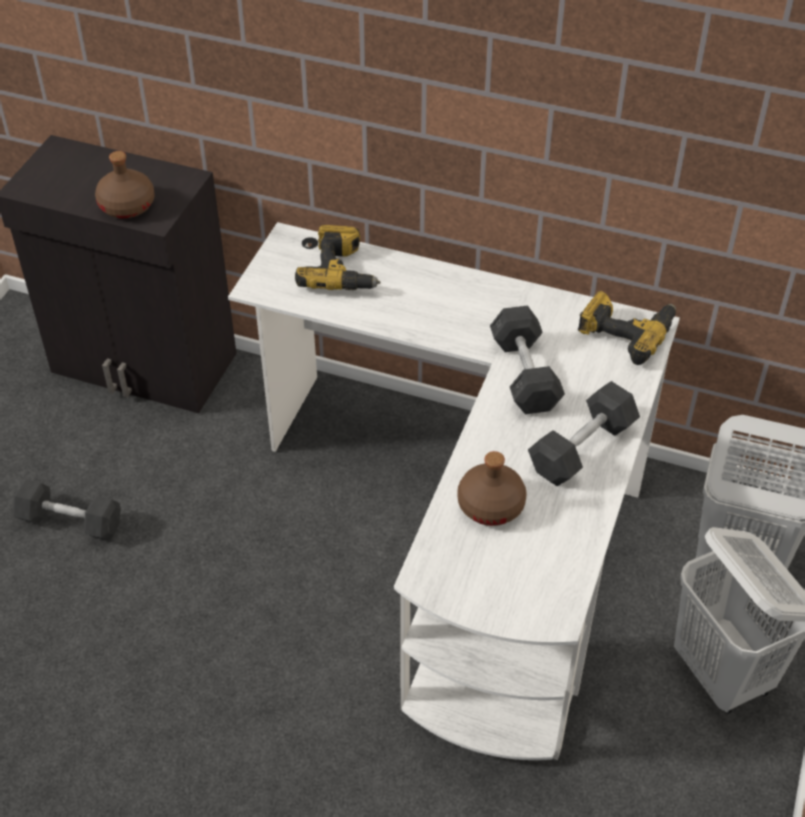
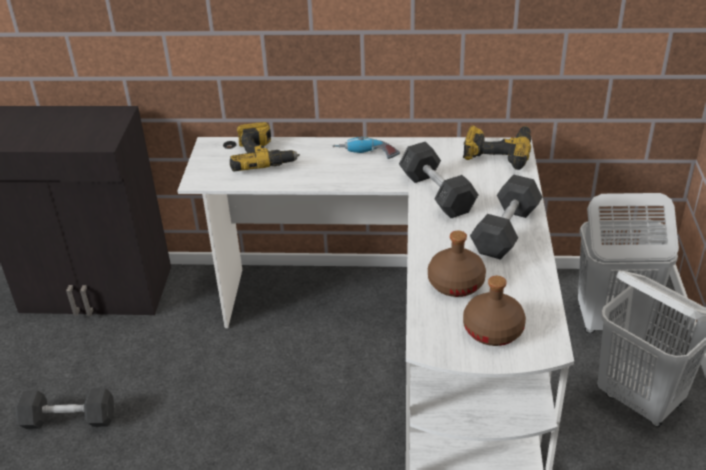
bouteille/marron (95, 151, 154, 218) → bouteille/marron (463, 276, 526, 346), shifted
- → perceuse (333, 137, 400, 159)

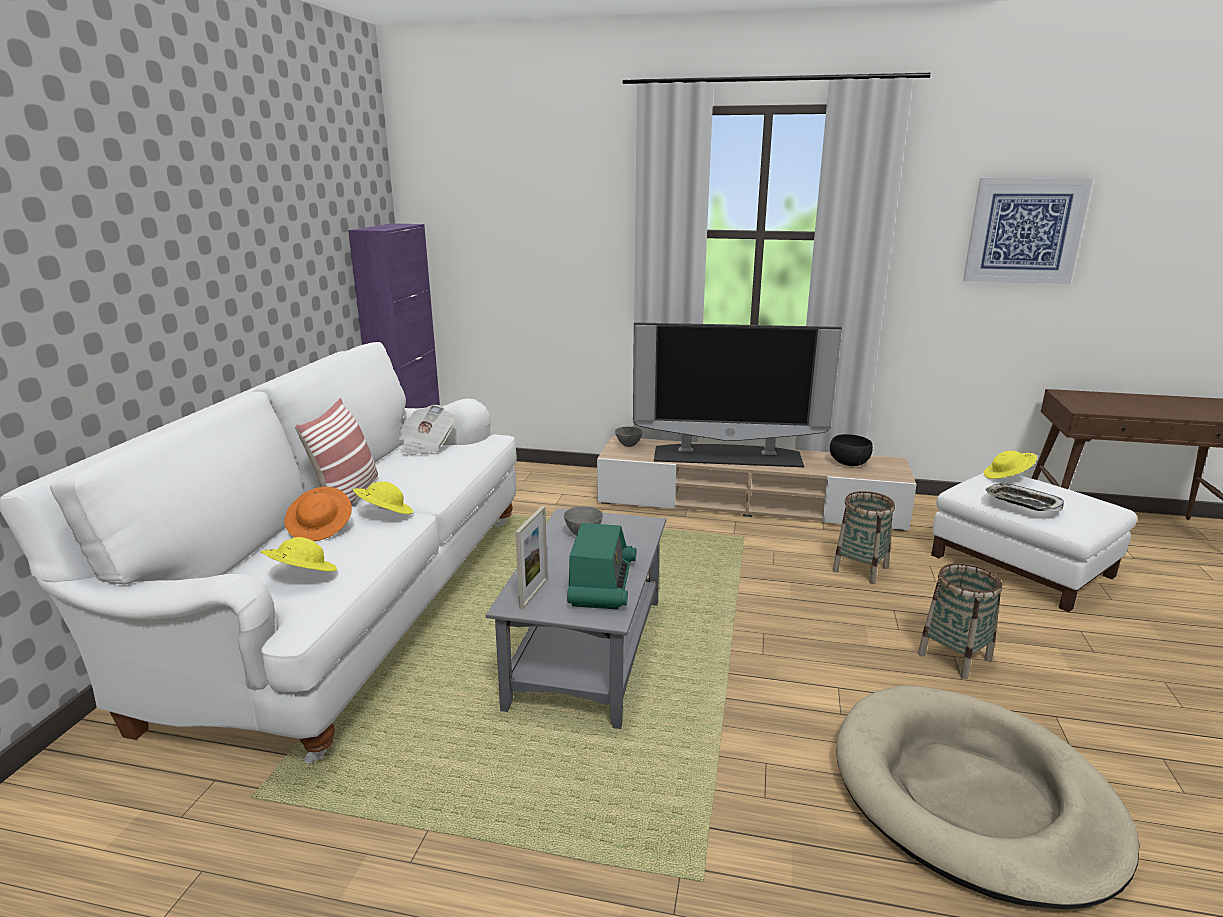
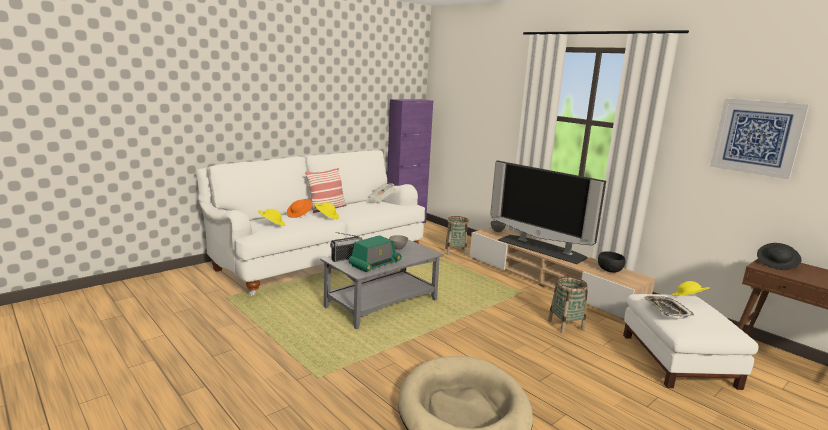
cadre photo (515, 506, 548, 610) → radio (330, 232, 363, 262)
panier (918, 563, 1002, 679) → panier (445, 216, 469, 256), shifted
- → chapeau/noir (757, 243, 802, 270)

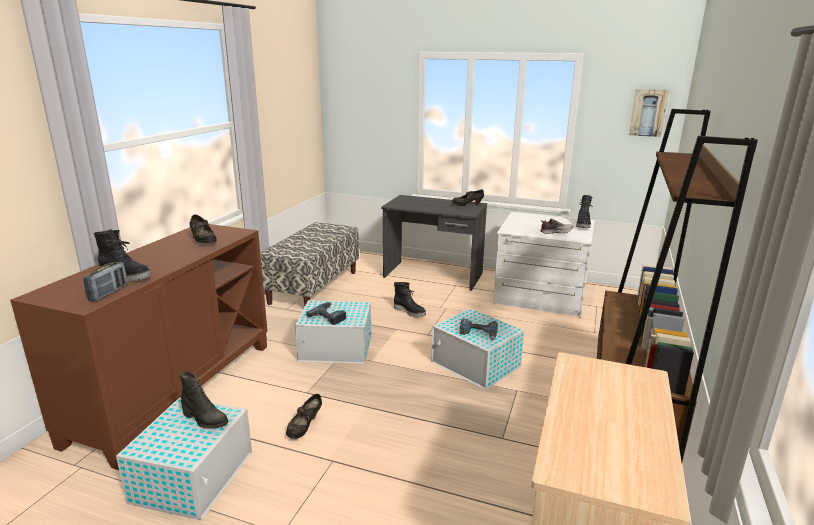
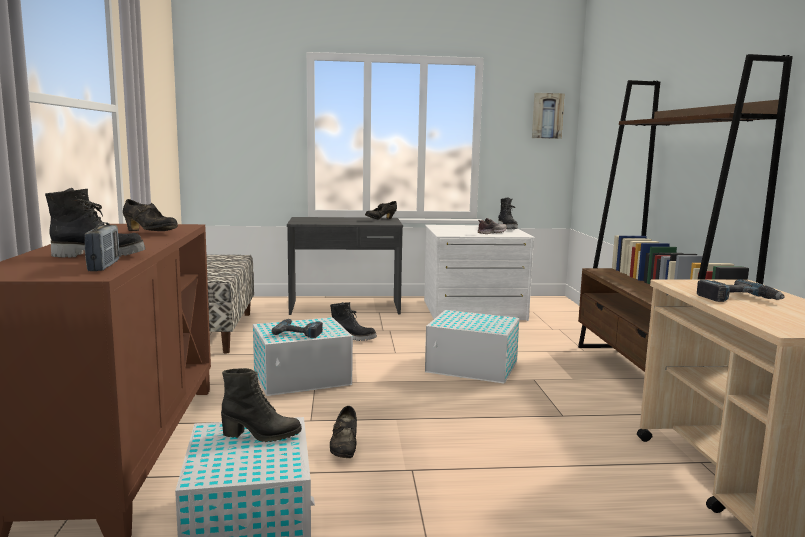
perceuse (460, 318, 498, 341) → perceuse (697, 279, 785, 302), shifted

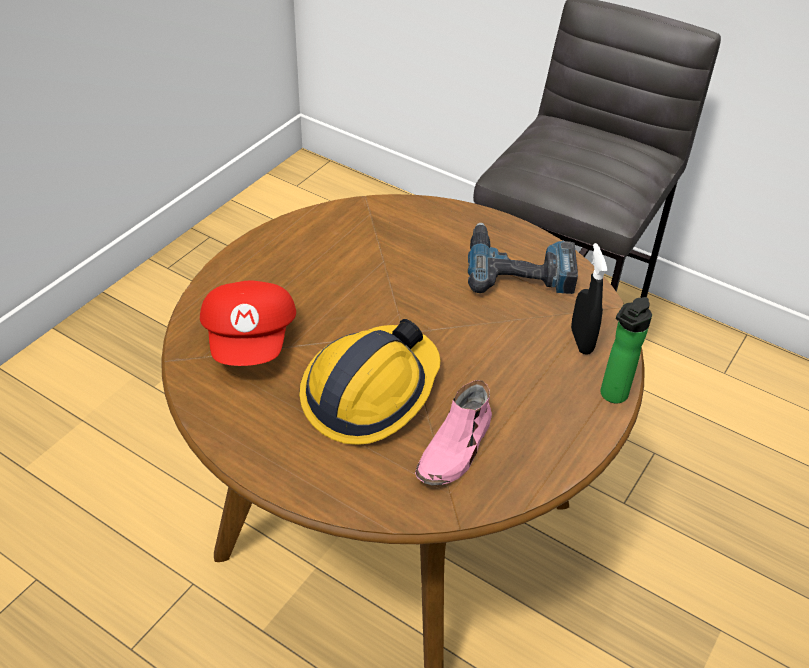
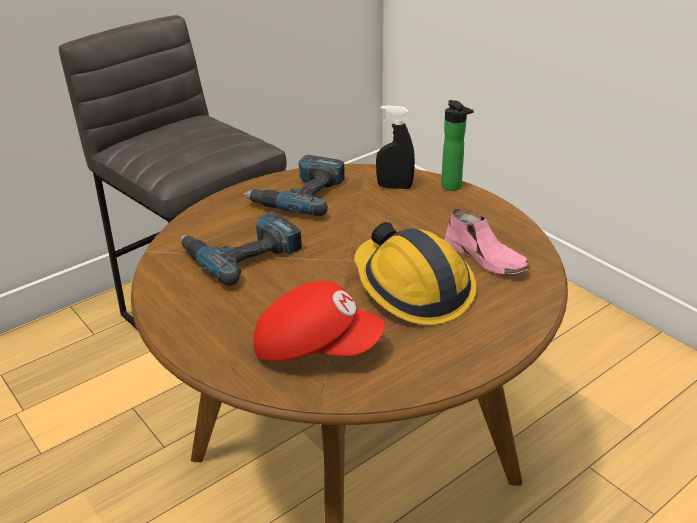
- → perceuse (180, 211, 302, 286)

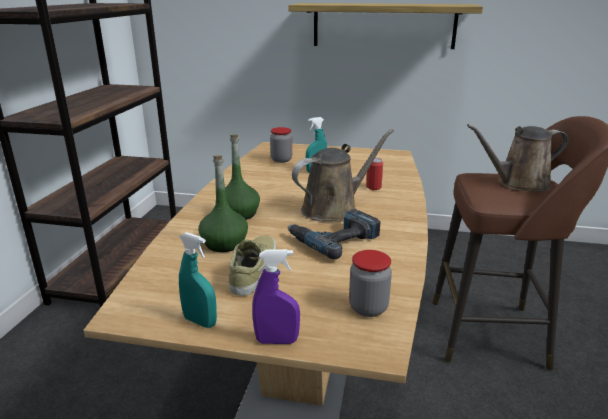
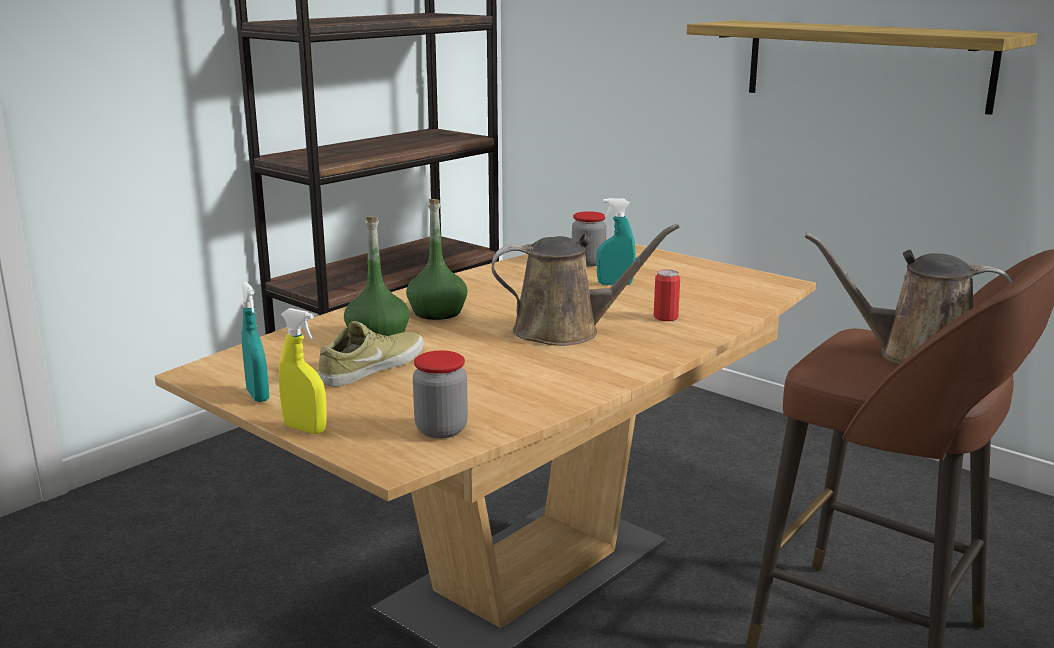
vaporisateur/violet (252, 249, 300, 344) → vaporisateur/jaune (279, 308, 327, 434)
perceuse (288, 209, 380, 259) → -

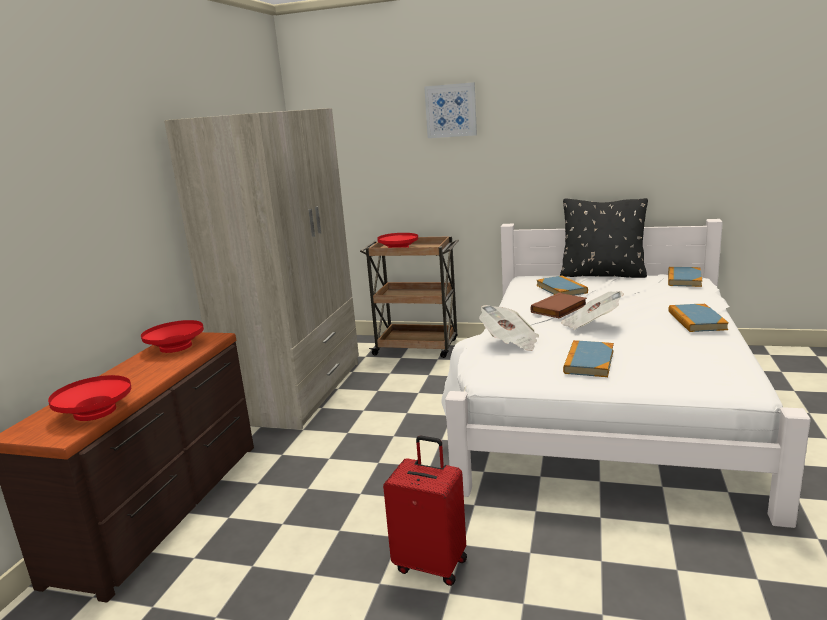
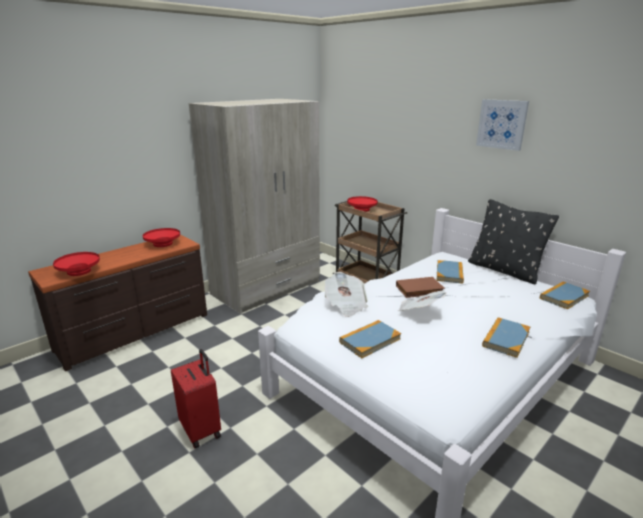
tableau (424, 82, 477, 138) → tableau (476, 99, 529, 151), shifted

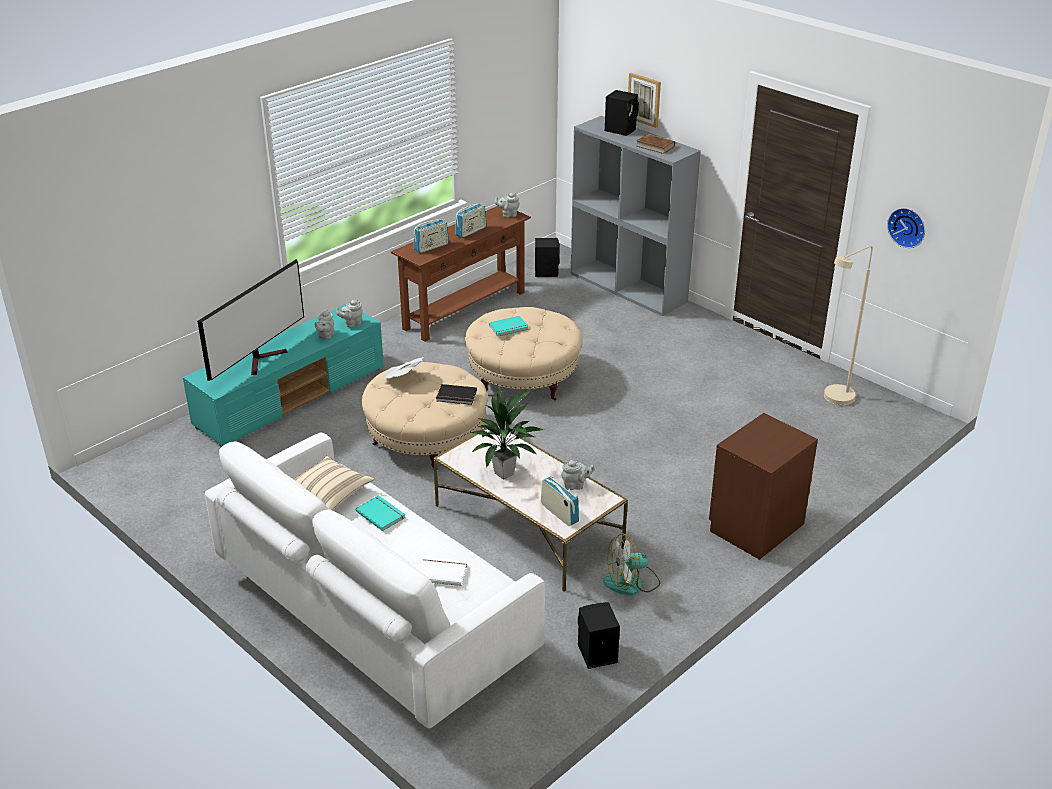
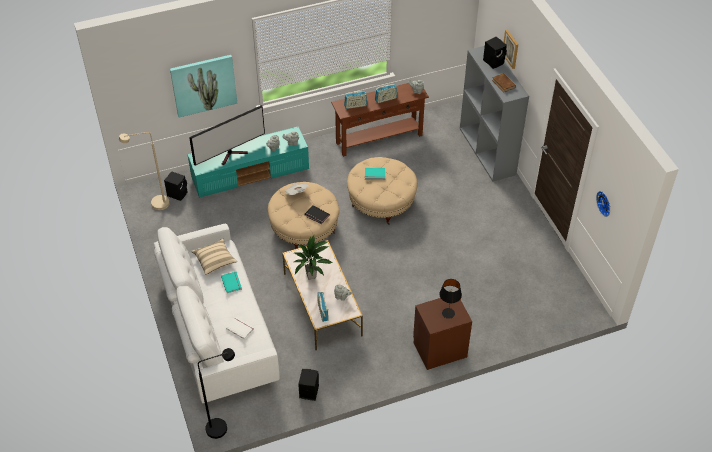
enceinte/noir (535, 238, 560, 277) → enceinte/noir (164, 171, 188, 201), shifted
ventilateur (603, 534, 660, 596) → -
lampadaire/beige (824, 246, 873, 406) → lampadaire/beige (119, 132, 170, 210), shifted
- → tableau (170, 55, 237, 118)
- → lampadaire/noir (198, 348, 235, 439)
- → lampe de table/noir (439, 279, 462, 319)

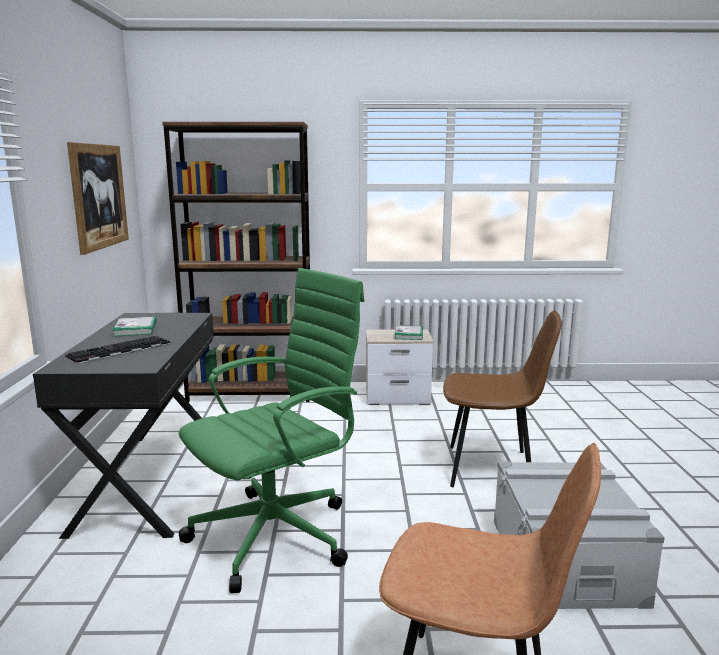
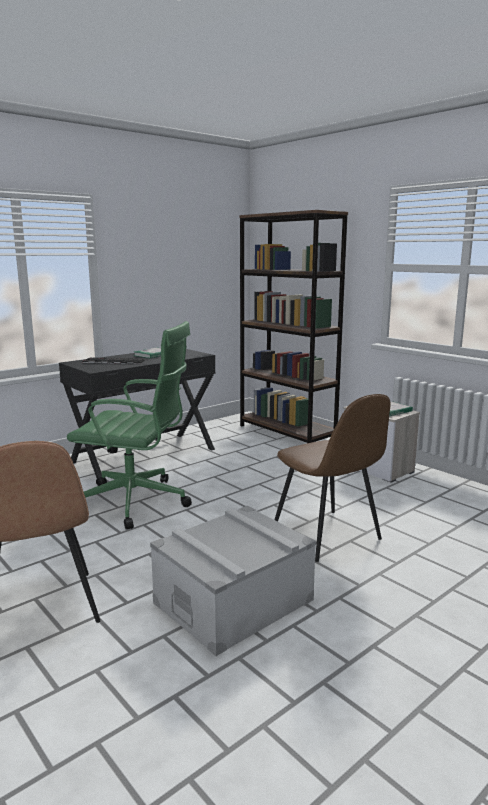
tableau (67, 142, 129, 255) → -

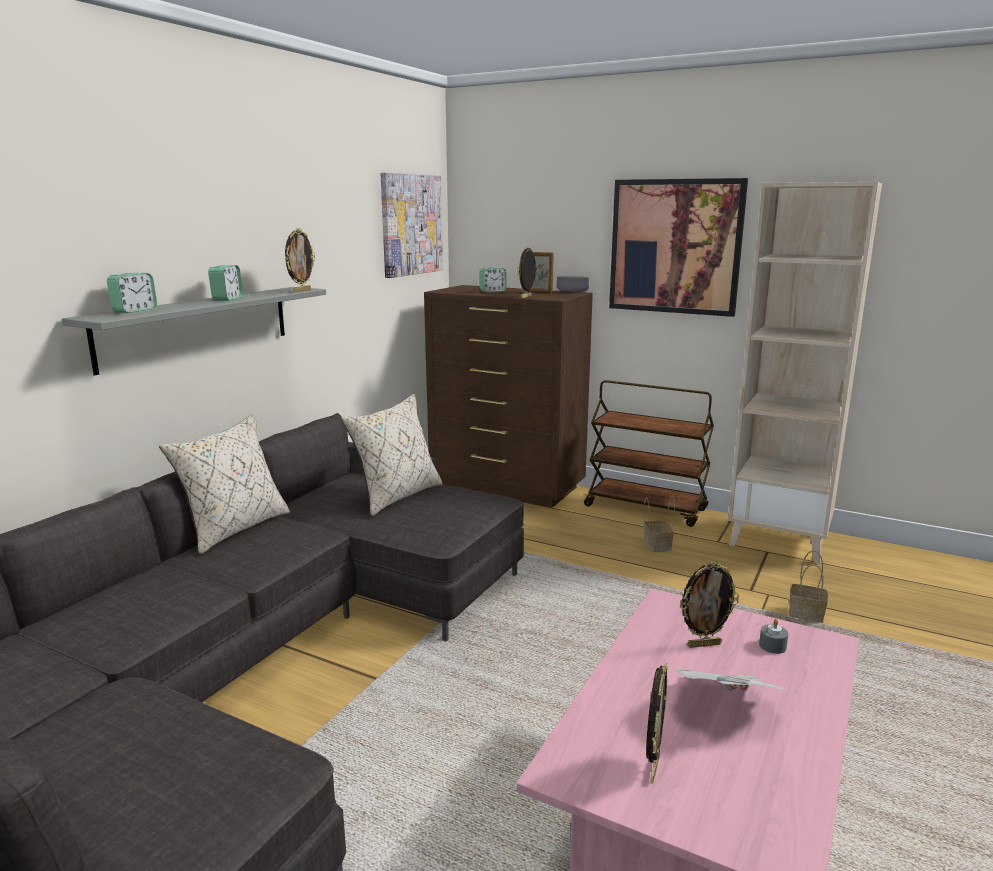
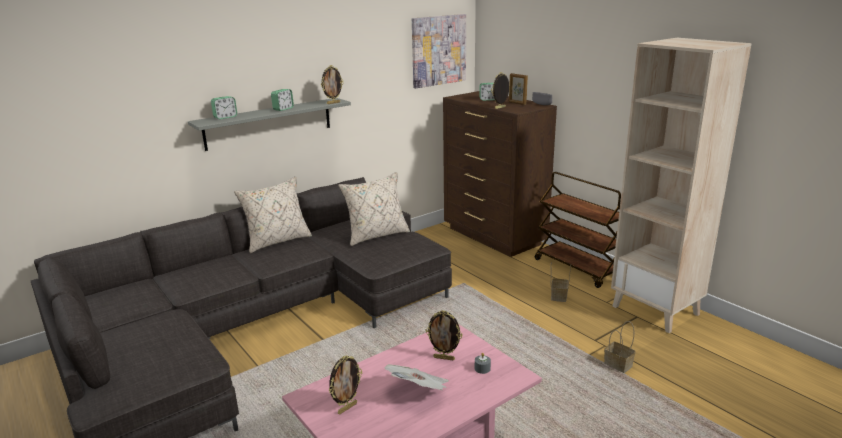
tableau (609, 178, 748, 317) → -

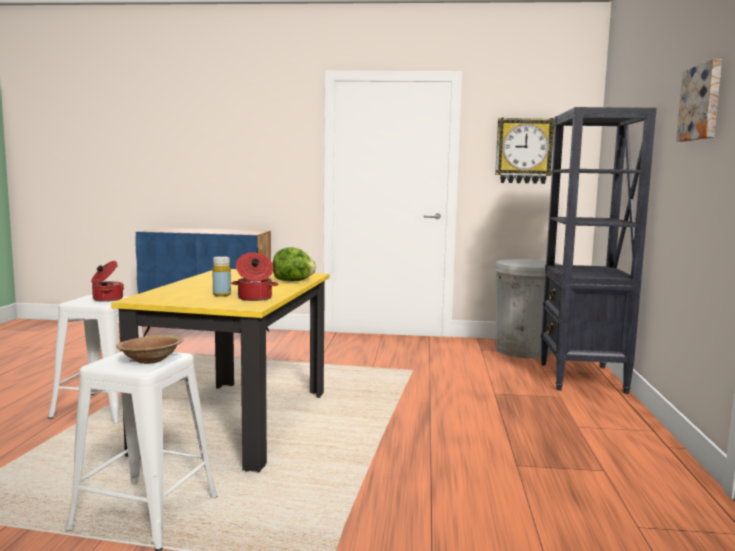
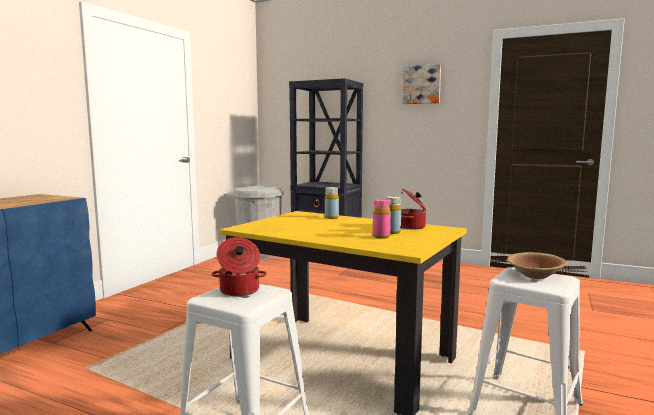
laitue (273, 247, 316, 282) → bouteille/jaune (325, 187, 339, 219)
horloge murale (495, 118, 555, 184) → -
- → bouteille/rose (373, 199, 391, 239)

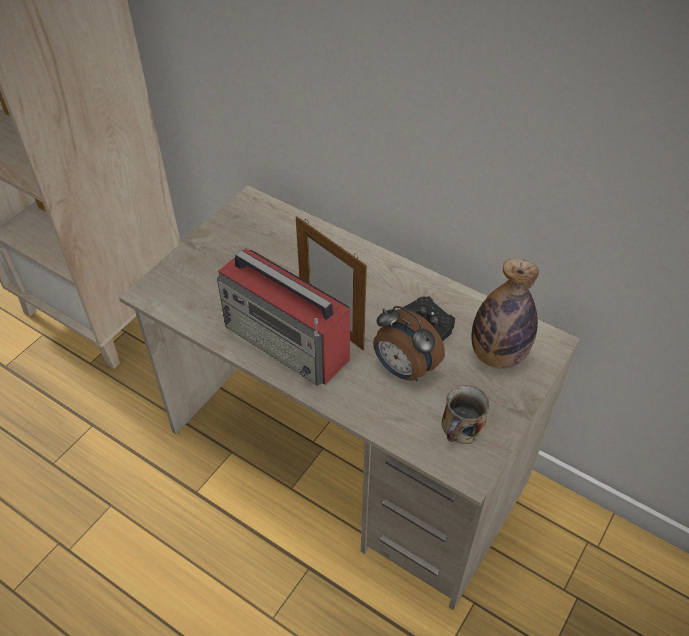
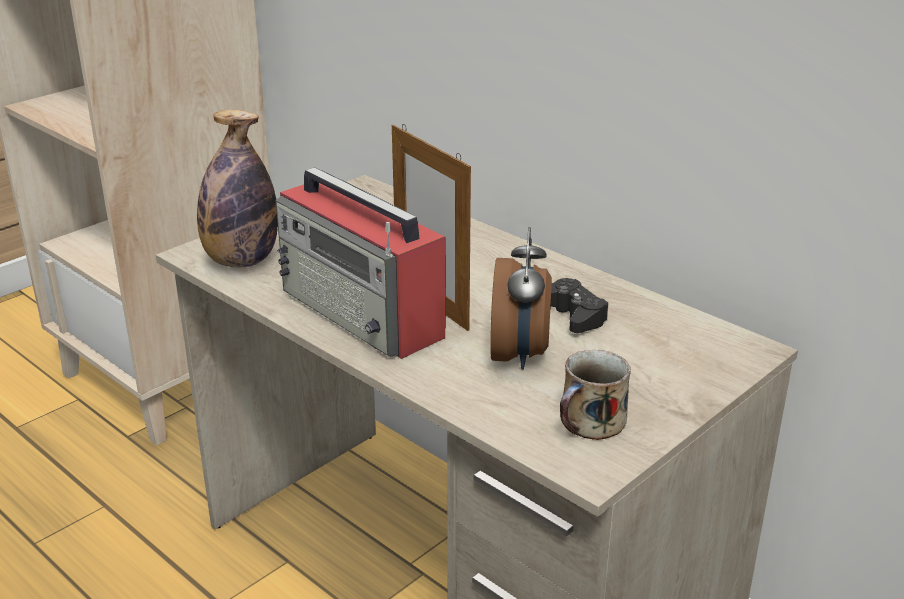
réveil (373, 306, 445, 381) → réveil (490, 227, 552, 370), 135 degrees counterclockwise
bouteille (471, 258, 539, 369) → bouteille (197, 110, 278, 267), shifted

